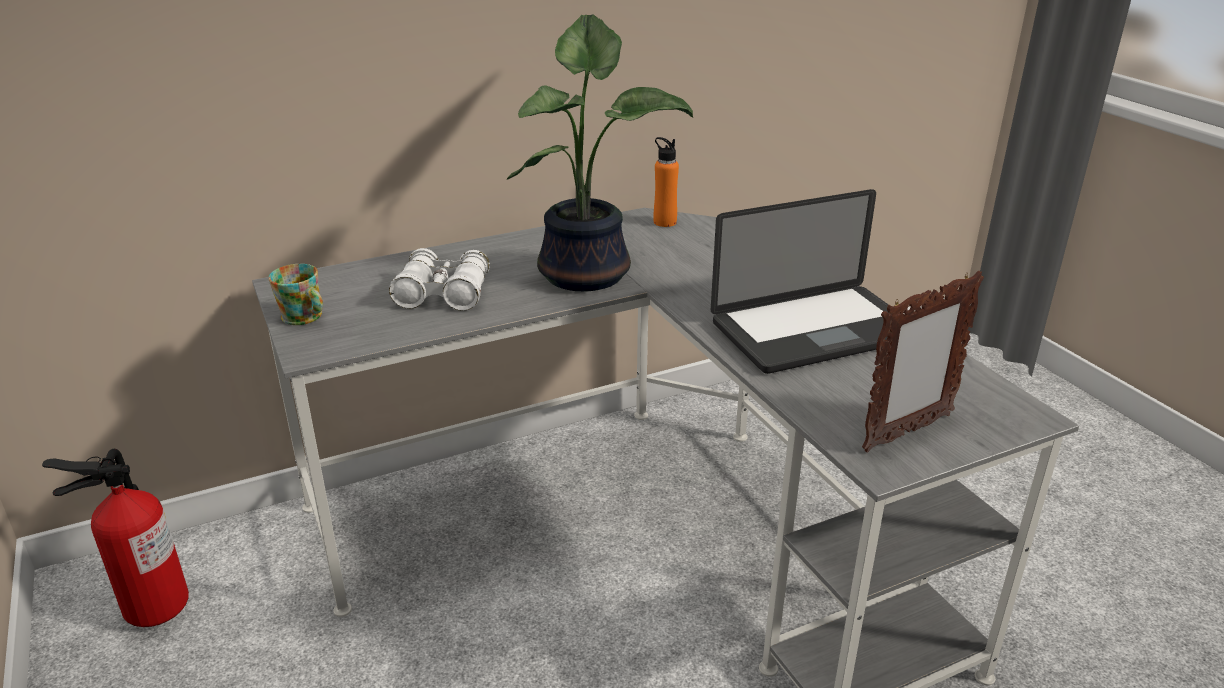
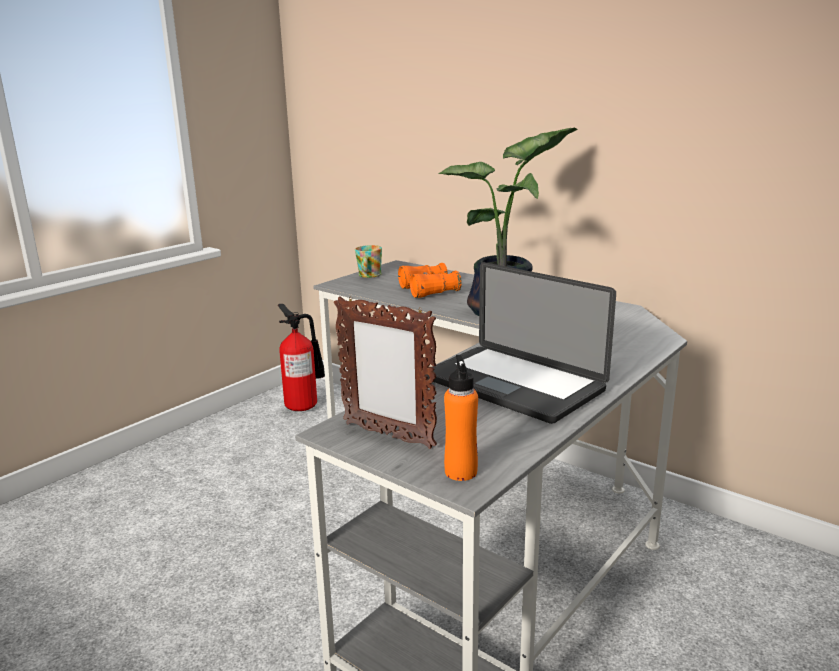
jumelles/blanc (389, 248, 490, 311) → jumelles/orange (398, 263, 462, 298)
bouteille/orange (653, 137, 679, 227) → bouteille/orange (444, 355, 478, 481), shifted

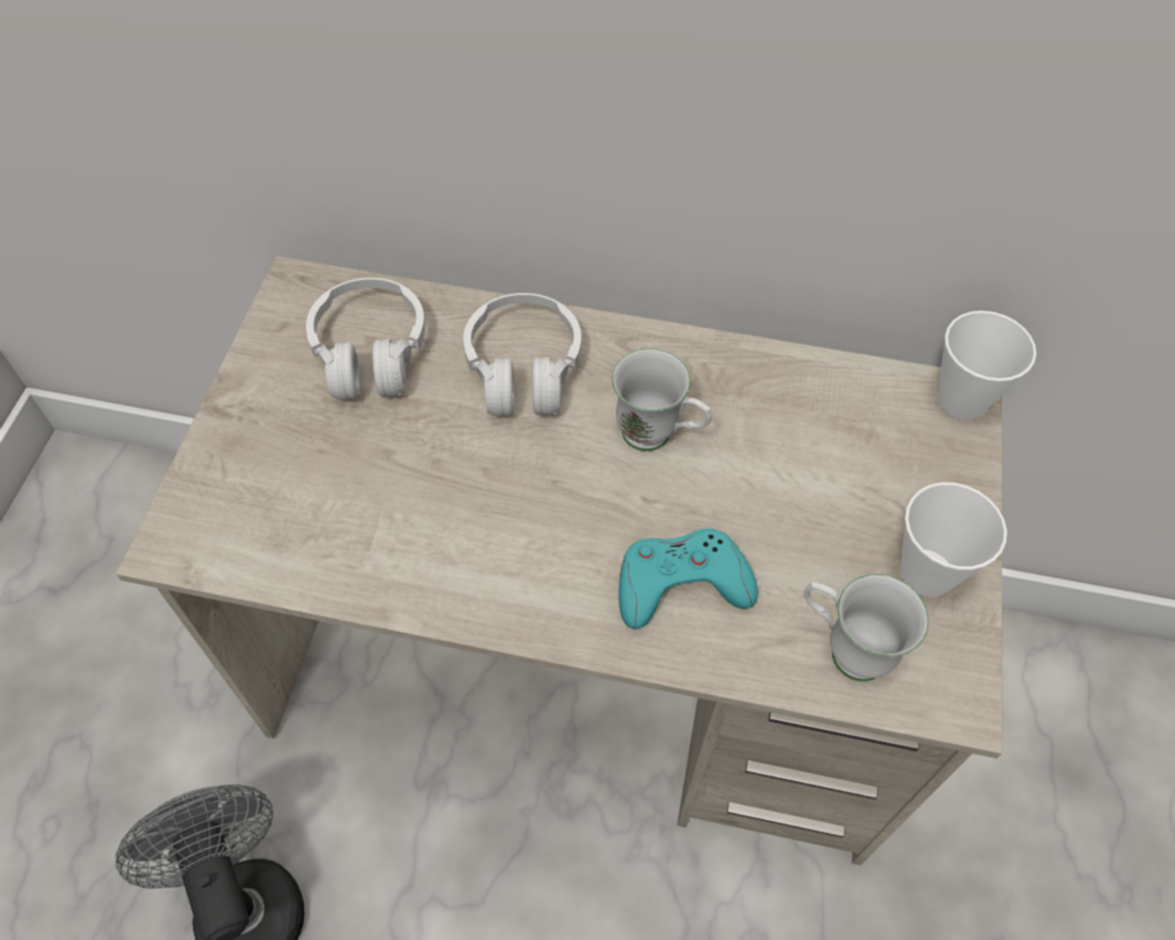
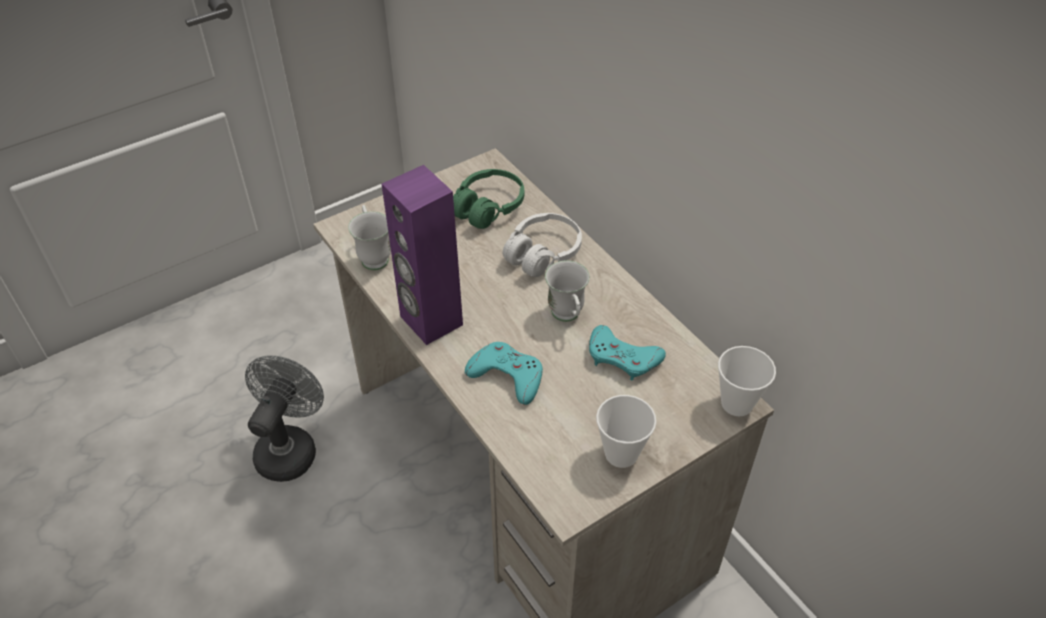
casque audio/blanc (306, 278, 425, 400) → casque audio/vert (453, 169, 524, 229)
mug/blanc (804, 574, 929, 681) → mug/blanc (348, 205, 391, 270), shifted
- → enceinte/violet (382, 165, 463, 345)
- → manette/turquoise (589, 325, 666, 381)

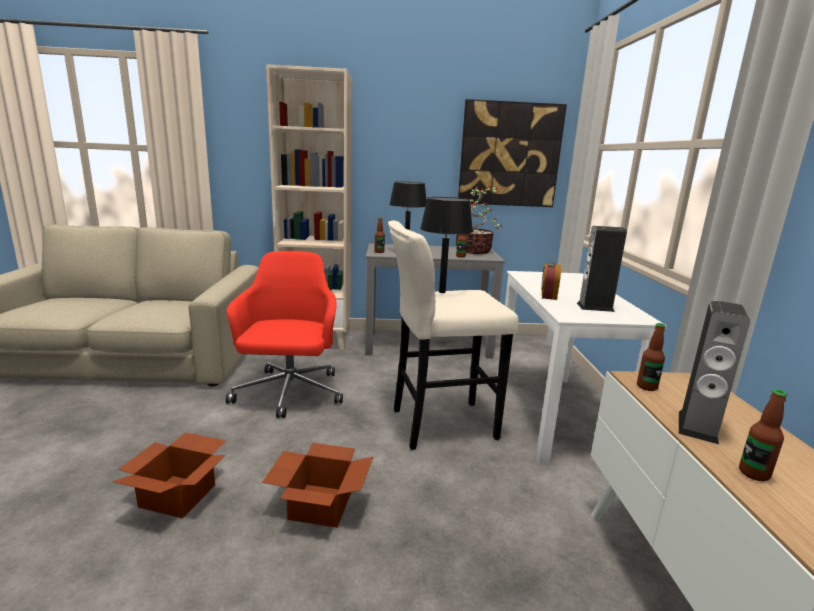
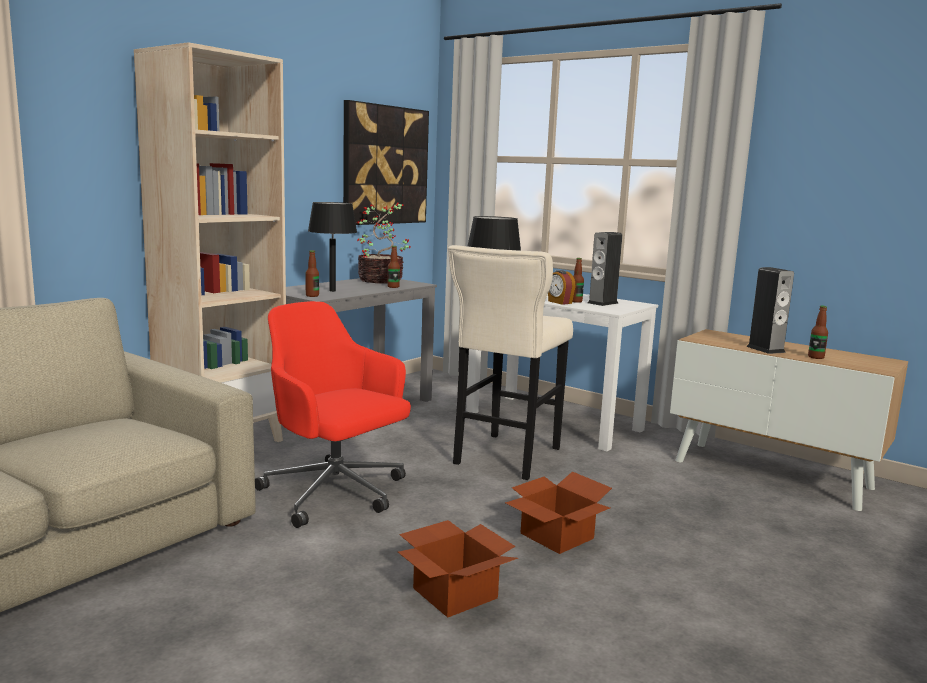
bouteille (637, 323, 666, 391) → bouteille (572, 258, 584, 303), shifted

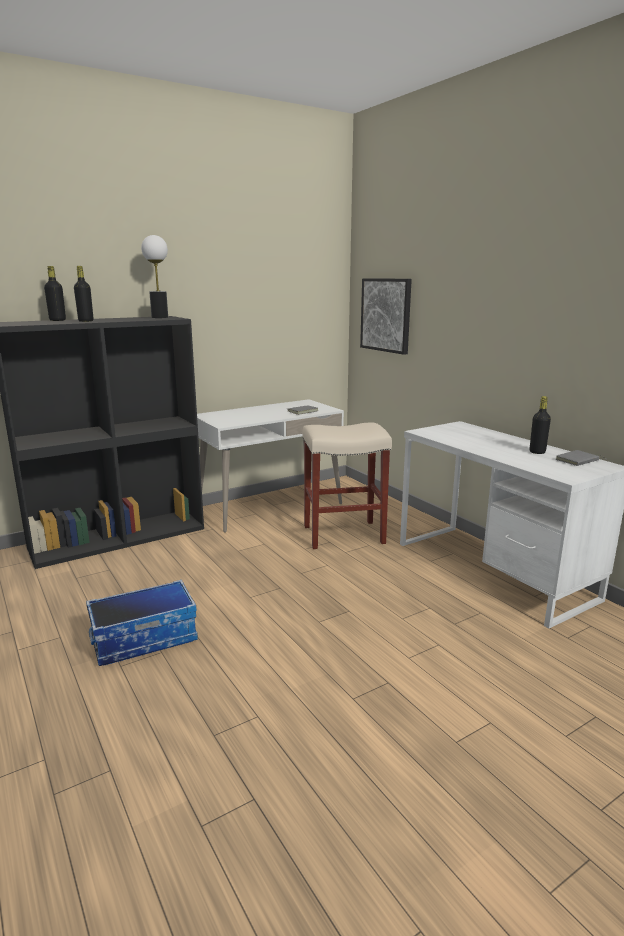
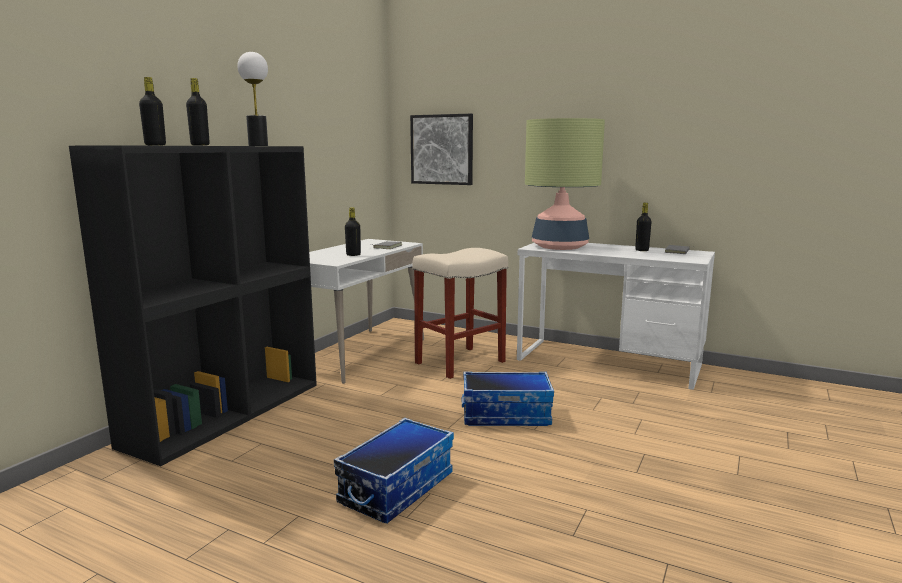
- → bouteille/noir (345, 207, 361, 256)
- → boîte de rangement (462, 371, 554, 426)
- → lampe de table (525, 118, 605, 250)

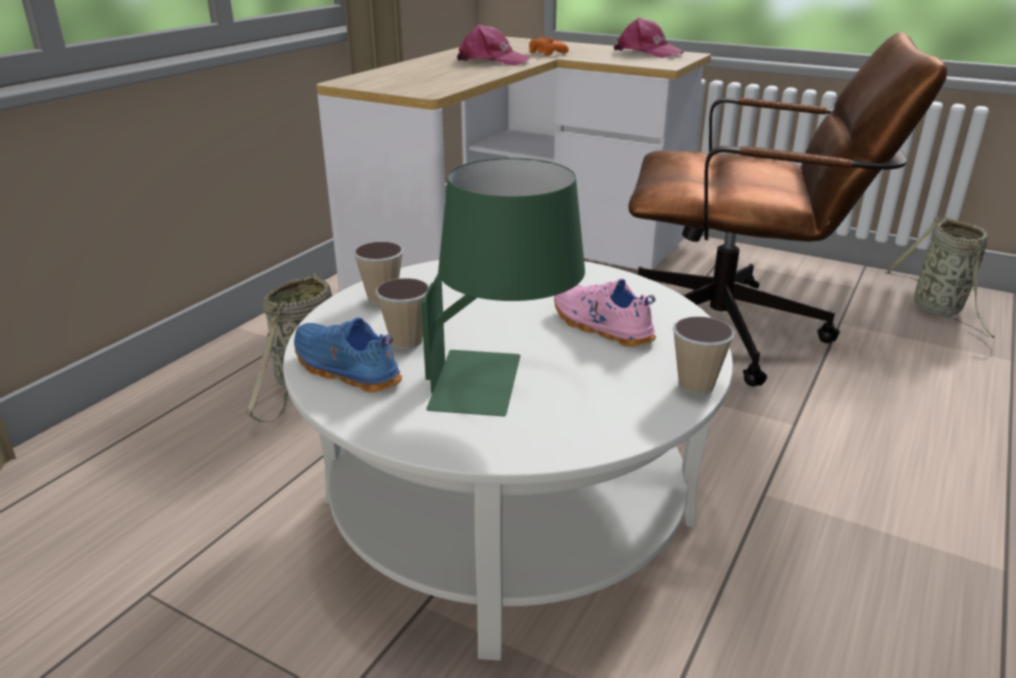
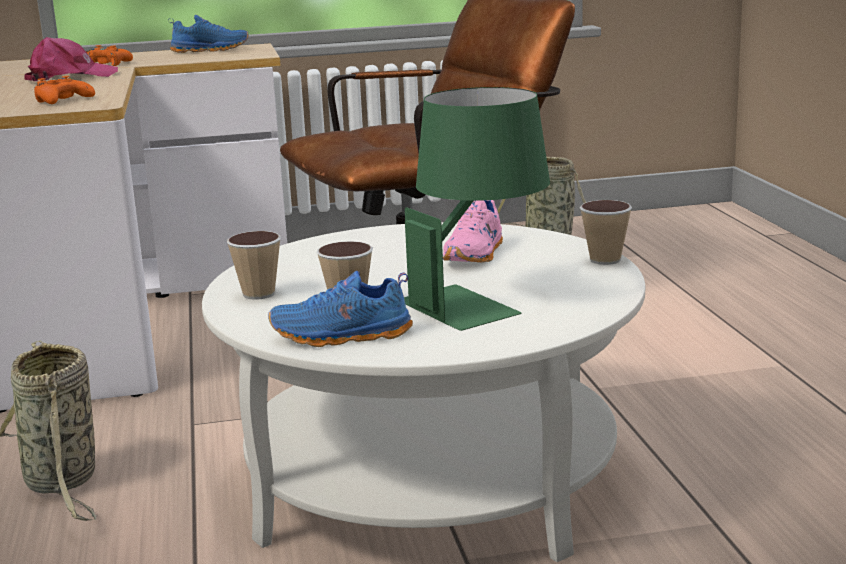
chaussure/rose (554, 278, 656, 347) → chaussure/rose (443, 200, 503, 263), 75 degrees counterclockwise
casquette/rose (614, 17, 685, 58) → chaussure/bleu (168, 15, 249, 53)
- → manette/orange (34, 76, 95, 104)

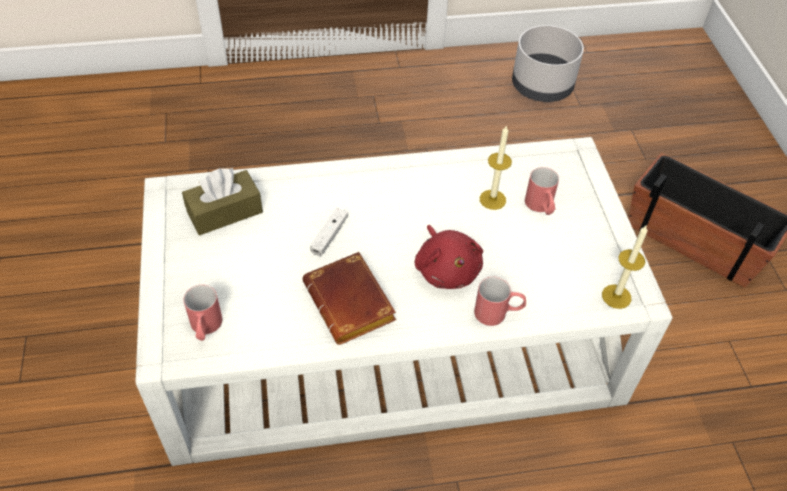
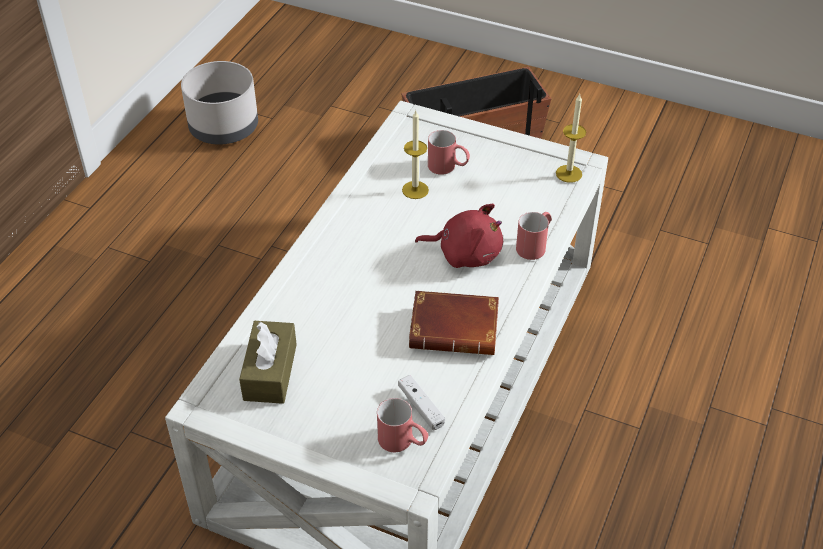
manette/blanc (310, 208, 348, 256) → manette/blanc (398, 375, 445, 430), shifted

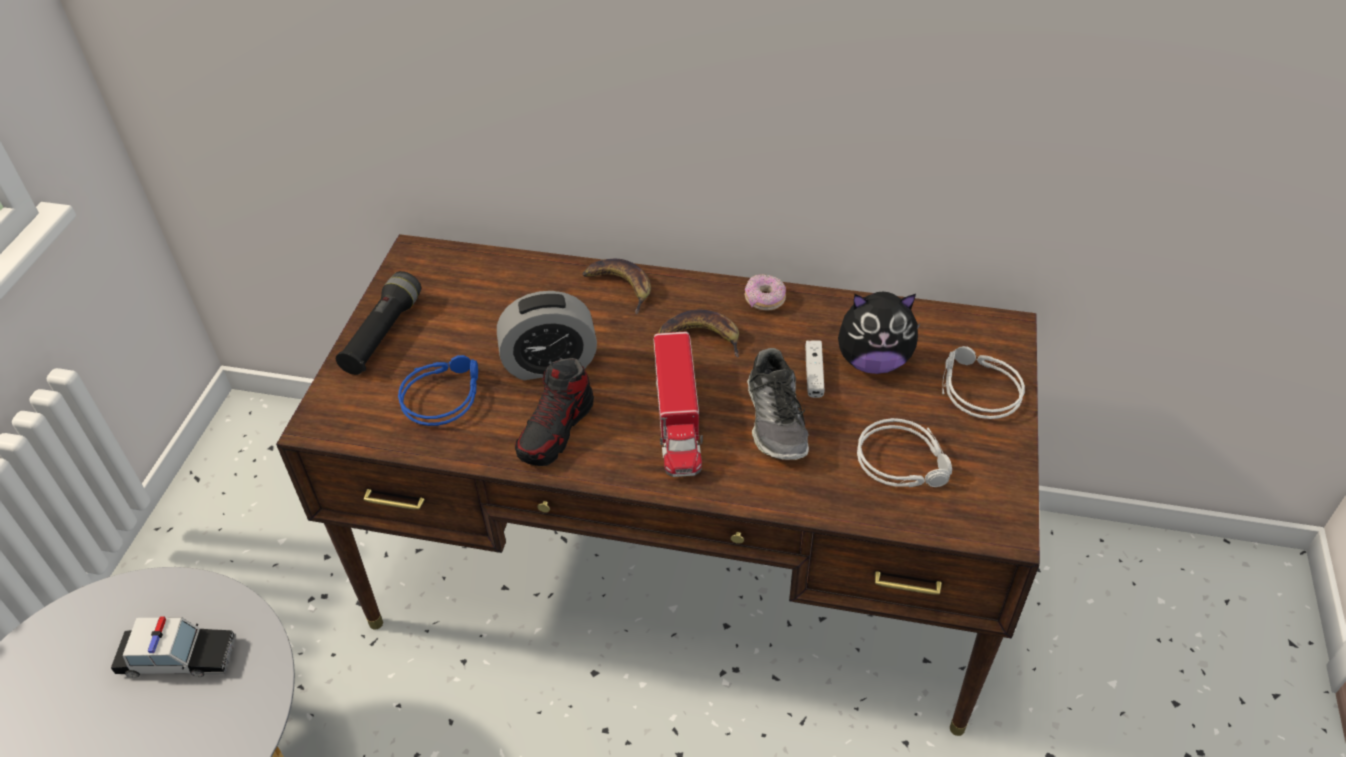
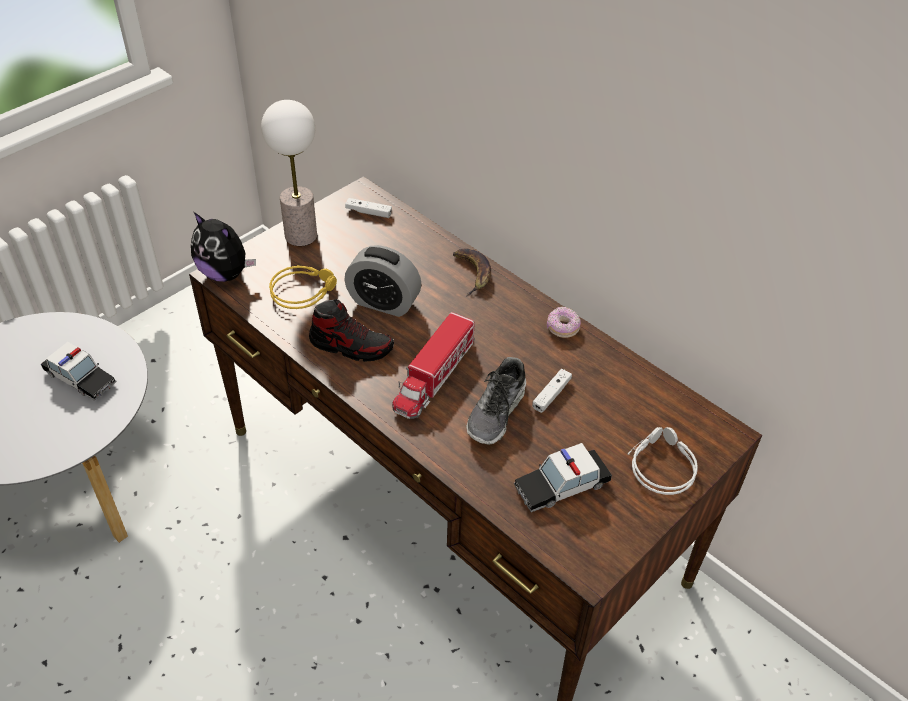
lampe de poche/noir (336, 271, 421, 375) → lampe de table (261, 100, 317, 246)
casque audio/bleu (398, 355, 478, 426) → casque audio/jaune (269, 265, 337, 309)
chaussure (515, 358, 594, 466) → chaussure (309, 299, 394, 362), 135 degrees counterclockwise
banane (658, 310, 739, 358) → -
peluche (838, 292, 920, 374) → peluche (191, 212, 256, 282), shifted
casque audio/gris (857, 418, 952, 487) → petite voiture (514, 443, 612, 512)
- → manette/blanc (345, 198, 392, 218)

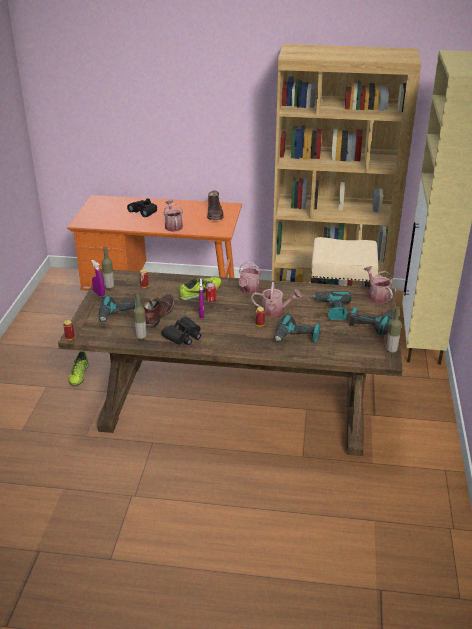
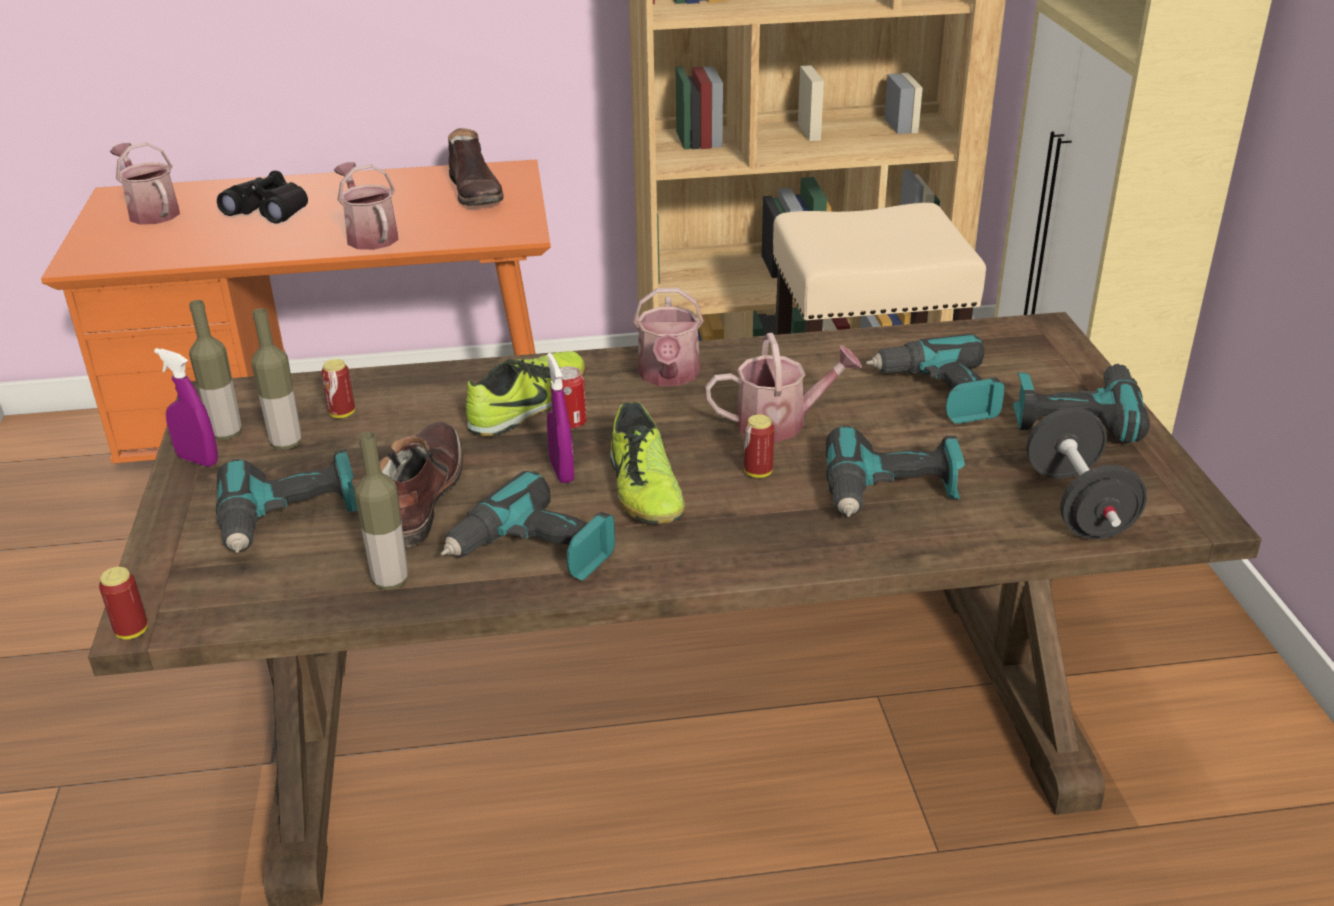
chaussure (68, 351, 89, 386) → chaussure (610, 402, 685, 524), shifted
jumelles/noir (161, 316, 201, 345) → perceuse (440, 471, 615, 580)
arrosoir (364, 266, 393, 304) → arrosoir (110, 142, 180, 225), shifted
bouteille (387, 307, 402, 353) → bouteille (252, 308, 301, 450), shifted
- → haltère/noir (1026, 408, 1147, 539)

